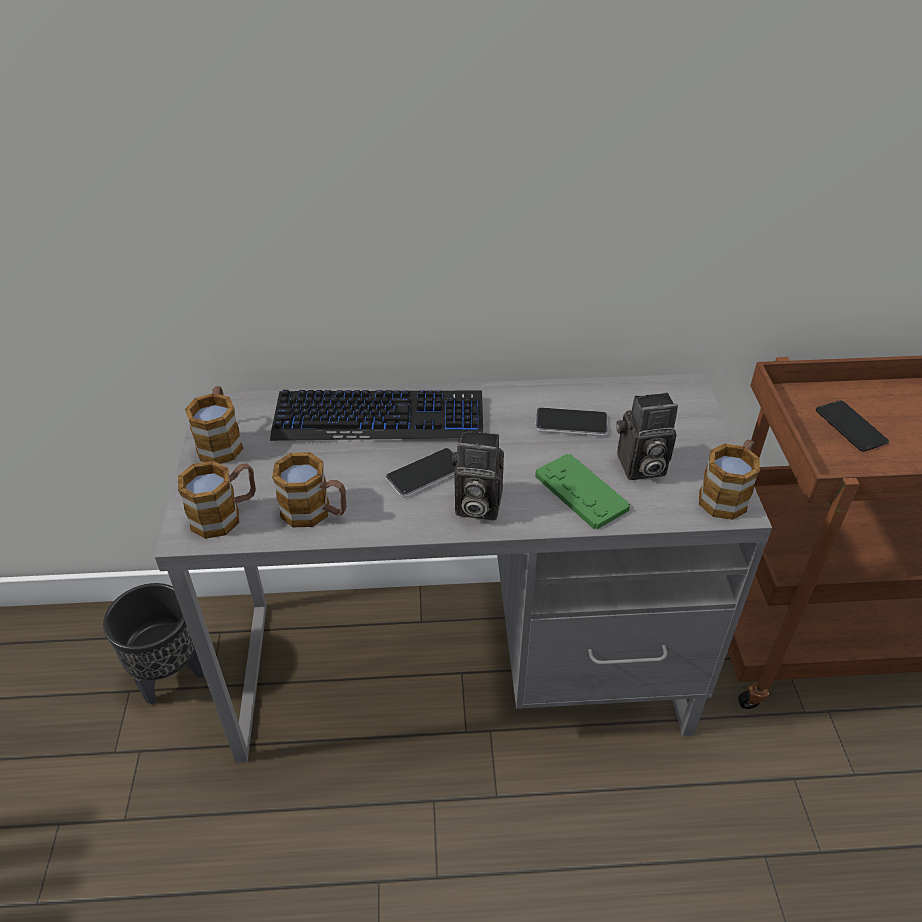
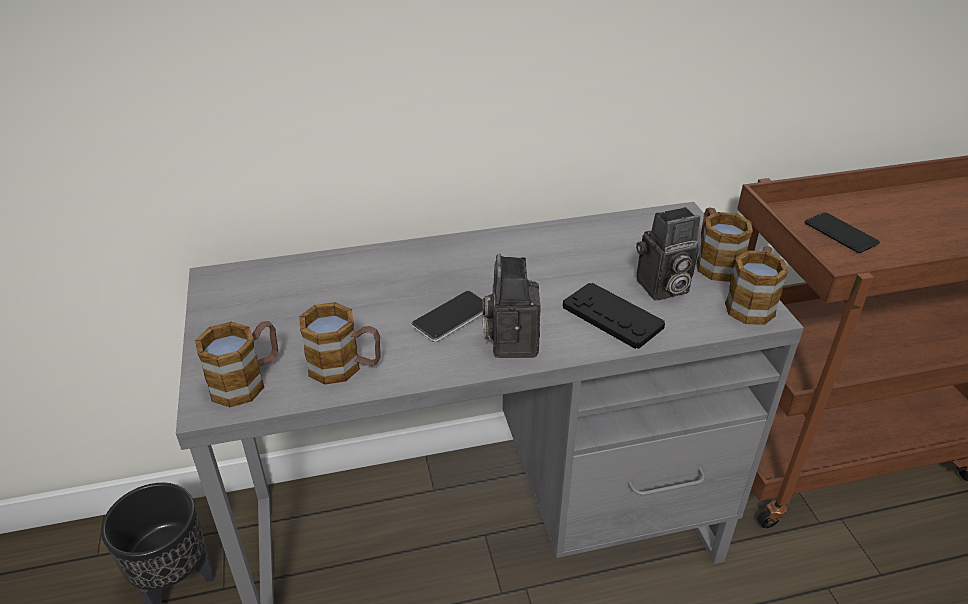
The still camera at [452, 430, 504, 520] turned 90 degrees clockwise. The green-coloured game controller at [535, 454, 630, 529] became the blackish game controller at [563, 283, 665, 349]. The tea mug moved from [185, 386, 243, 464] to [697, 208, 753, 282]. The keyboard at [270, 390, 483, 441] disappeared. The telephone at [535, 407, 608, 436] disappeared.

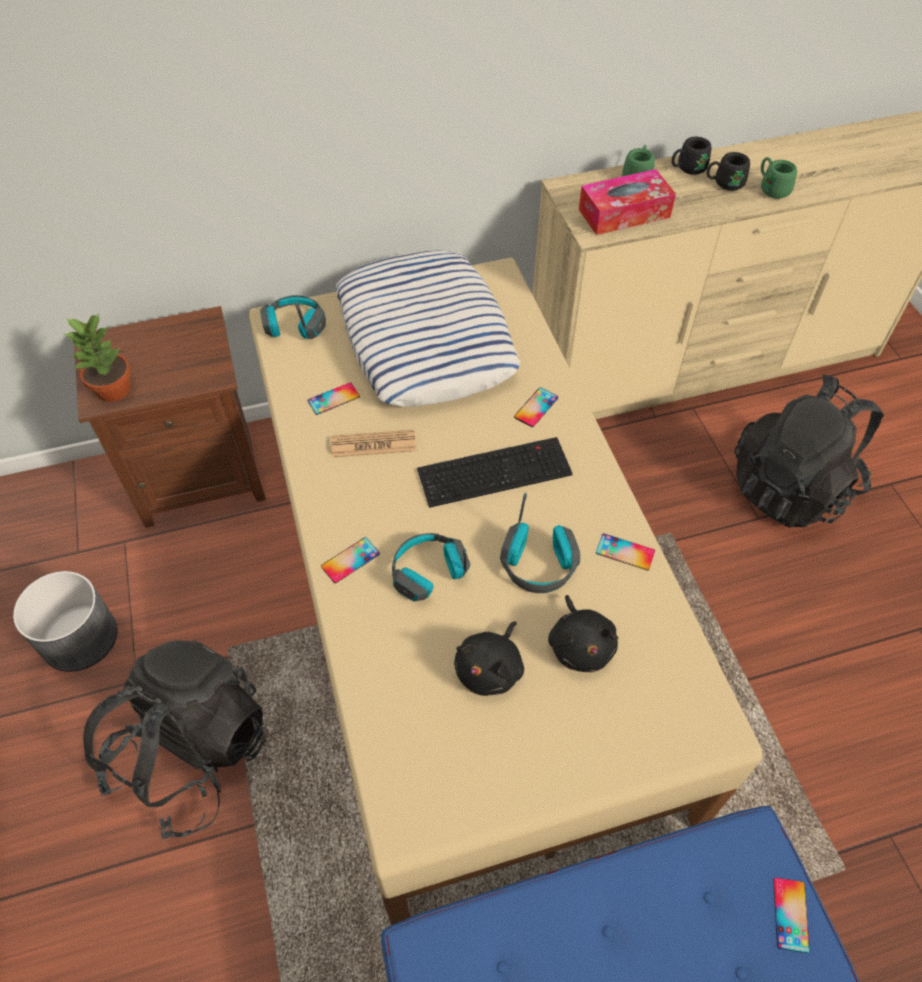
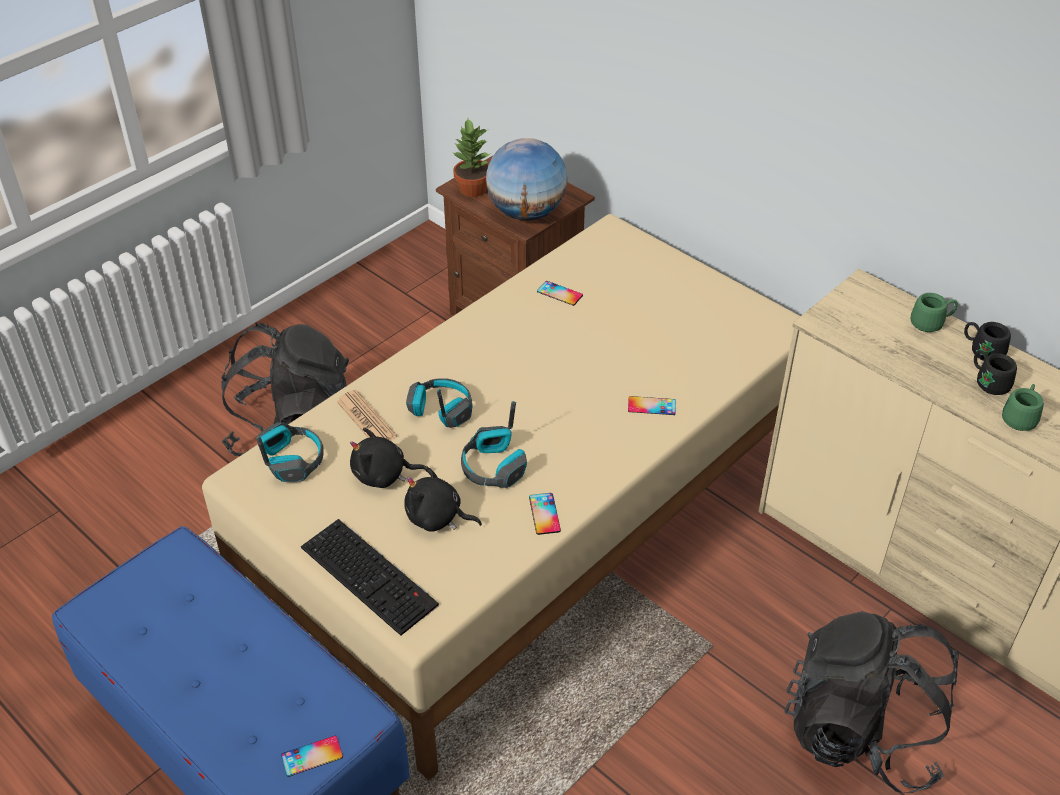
The headphones moved from [260, 295, 326, 339] to [256, 422, 324, 482]. The keyboard moved from [417, 437, 573, 508] to [301, 519, 439, 636]. The printed paper moved from [331, 430, 416, 458] to [336, 390, 397, 441]. The blackish plush toy at [548, 595, 618, 672] turned 60 degrees clockwise. The globe at [486, 138, 568, 221] appeared. The greyish flower pot at [13, 571, 117, 672] disappeared. The telephone at [321, 537, 380, 583] disappeared. The cushion at [336, 250, 520, 407] disappeared. The tissue box at [579, 169, 676, 235] disappeared.

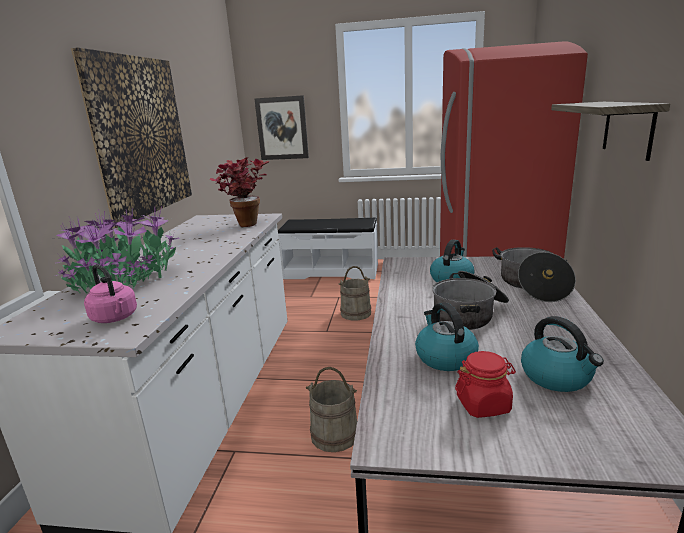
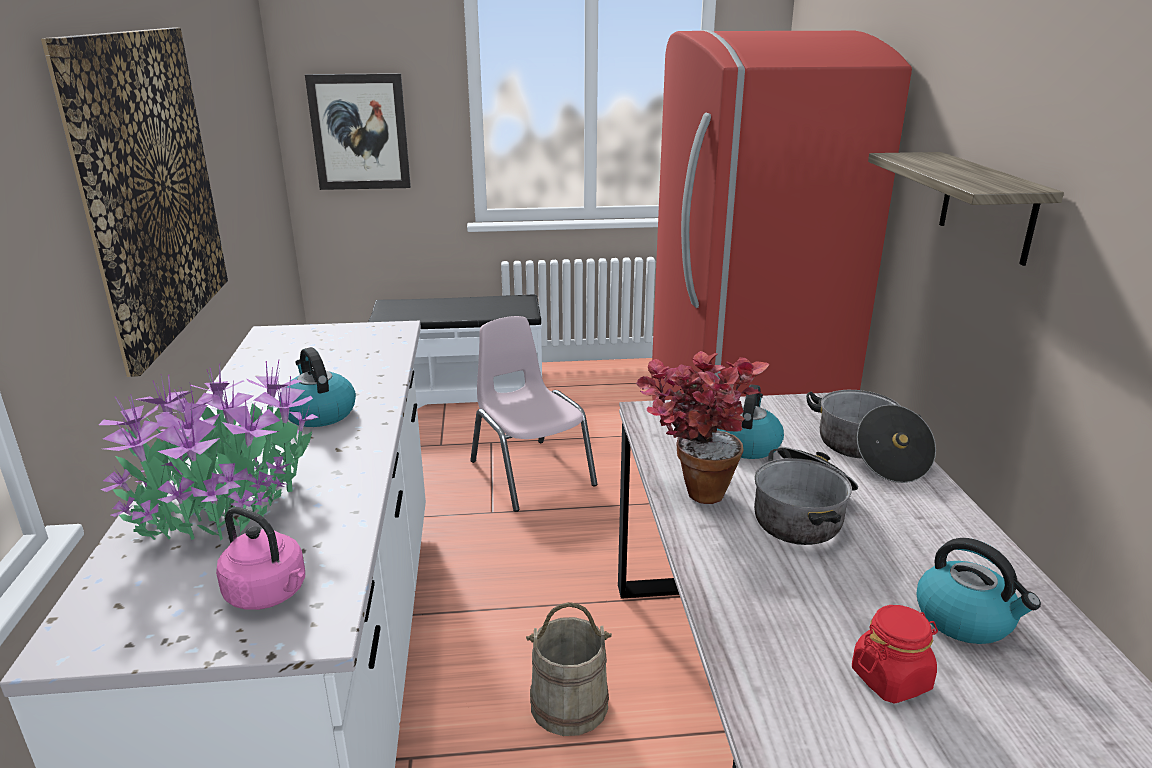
The water kettle moved from [415, 302, 479, 371] to [280, 347, 356, 427]. The beige-coloured water bucket at [338, 266, 371, 320] was replaced by the pink-coloured chair at [470, 316, 598, 512]. The potted plant moved from [209, 157, 269, 227] to [636, 351, 770, 504].

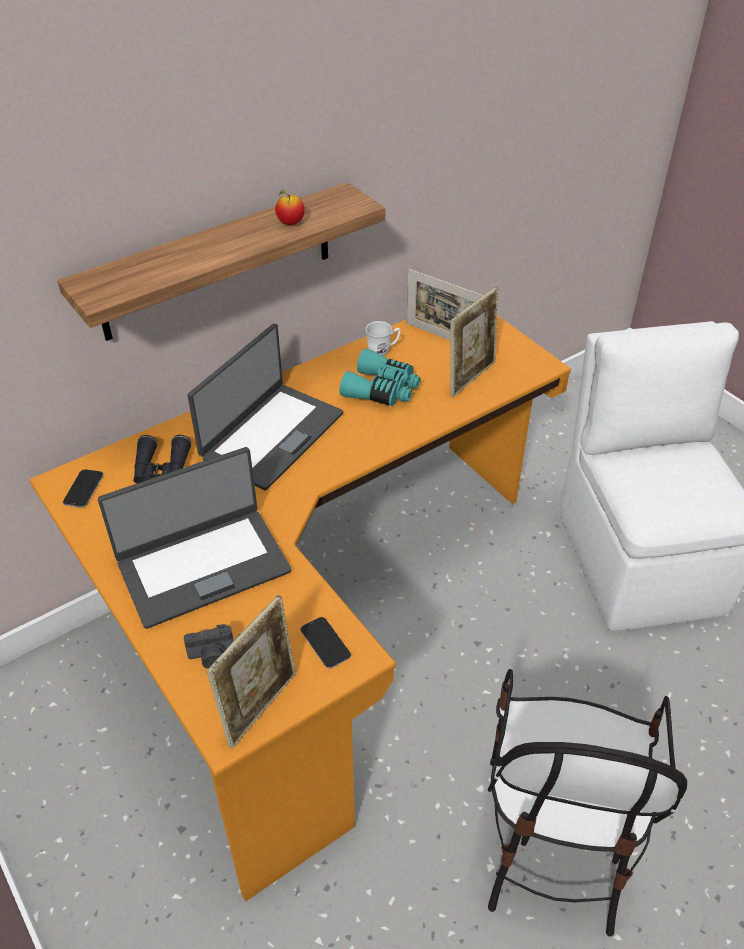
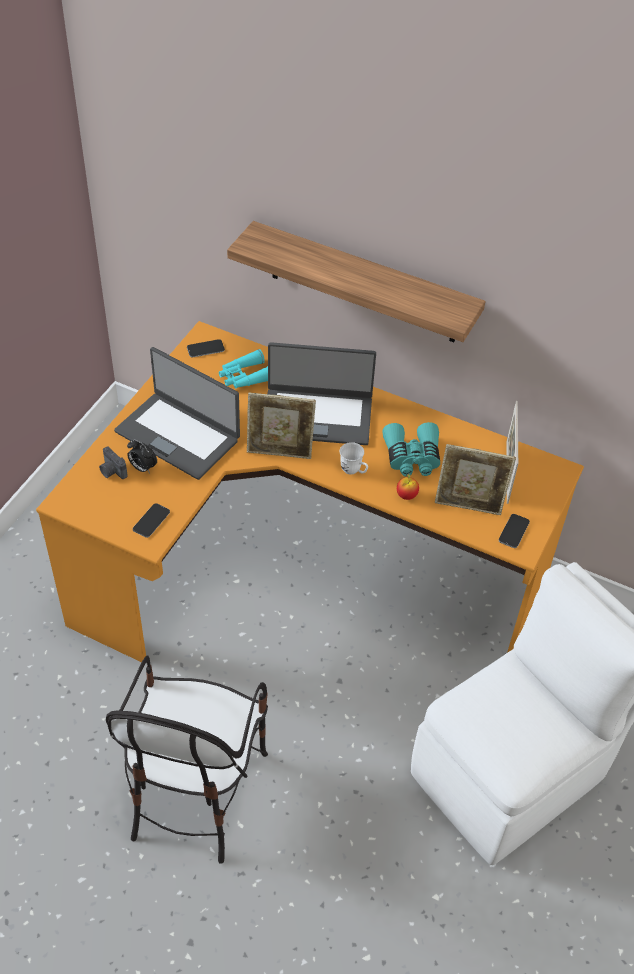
The chair at [487, 669, 687, 937] turned 60 degrees counterclockwise. The bedside clock at [127, 439, 157, 473] appeared. The blackish binoculars at [133, 435, 191, 483] became the blue-green binoculars at [219, 349, 268, 388]. The standing frame moved from [207, 595, 296, 749] to [247, 393, 316, 459]. The white-coloured tea mug moved from [365, 321, 401, 356] to [340, 442, 368, 474]. The apple moved from [275, 190, 305, 225] to [397, 474, 419, 500]. The telephone at [499, 514, 530, 548] appeared.

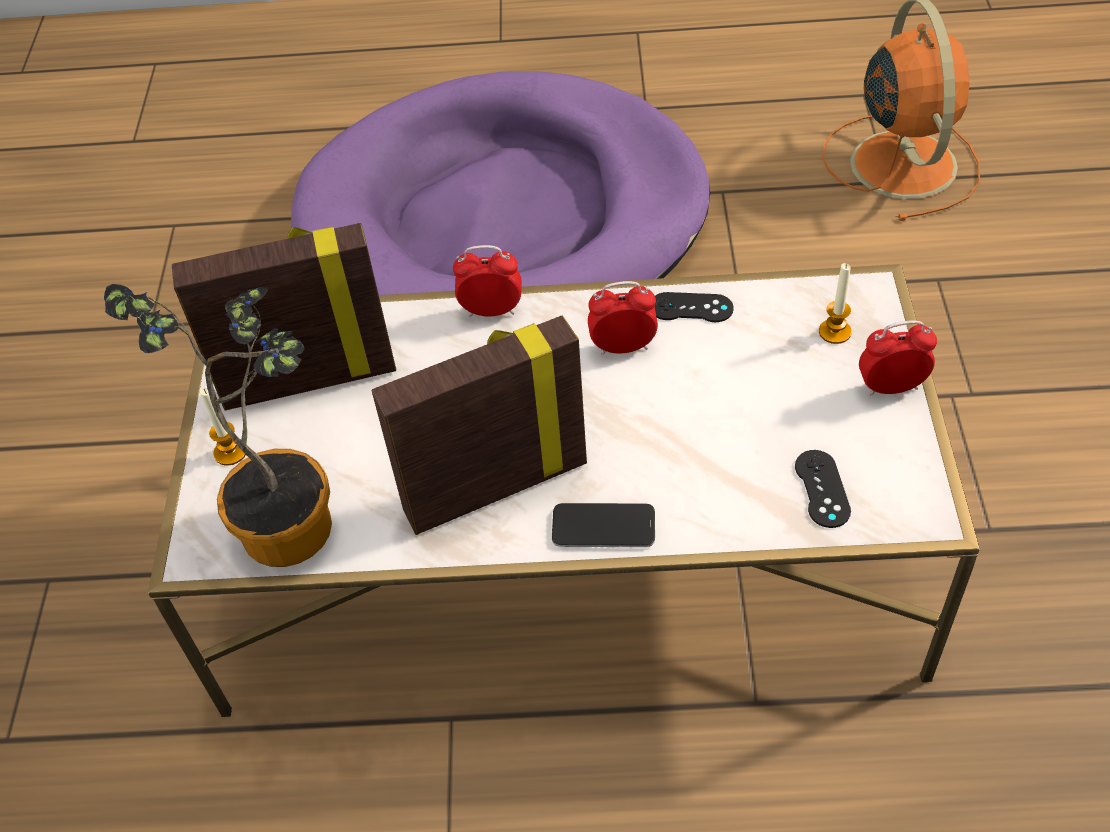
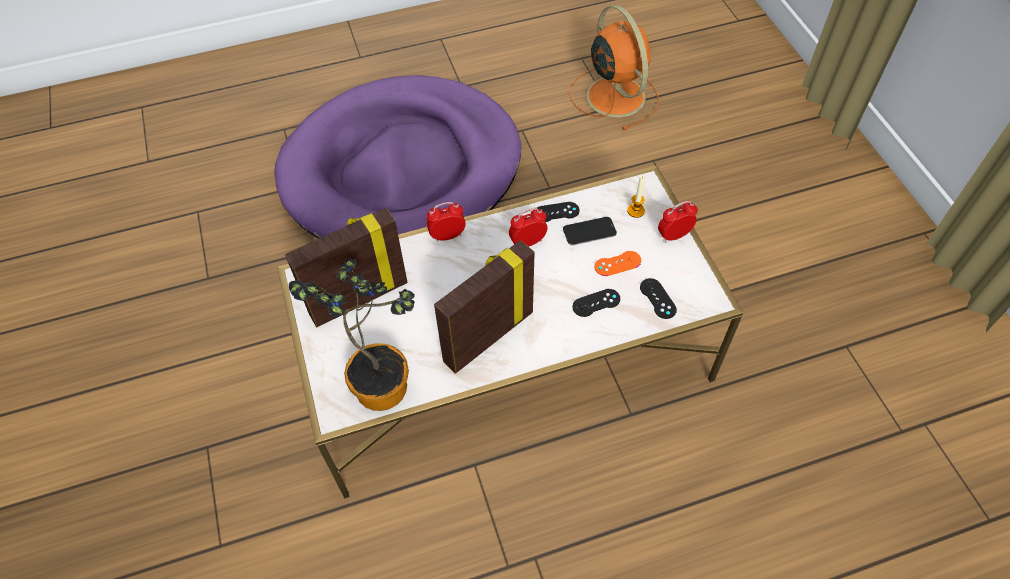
The telephone moved from [552, 503, 655, 547] to [563, 217, 617, 245]. The blackish game controller at [573, 289, 620, 317] appeared. The orange game controller at [594, 251, 641, 276] appeared. The wax candle at [200, 387, 246, 466] disappeared.

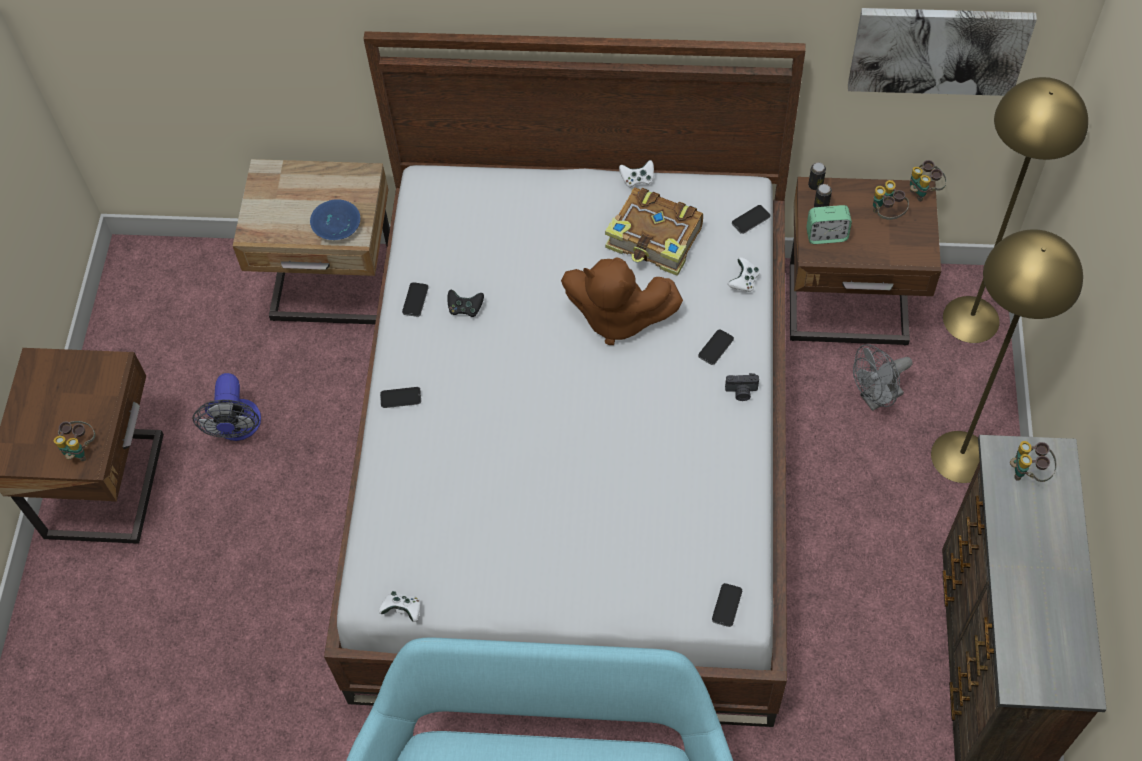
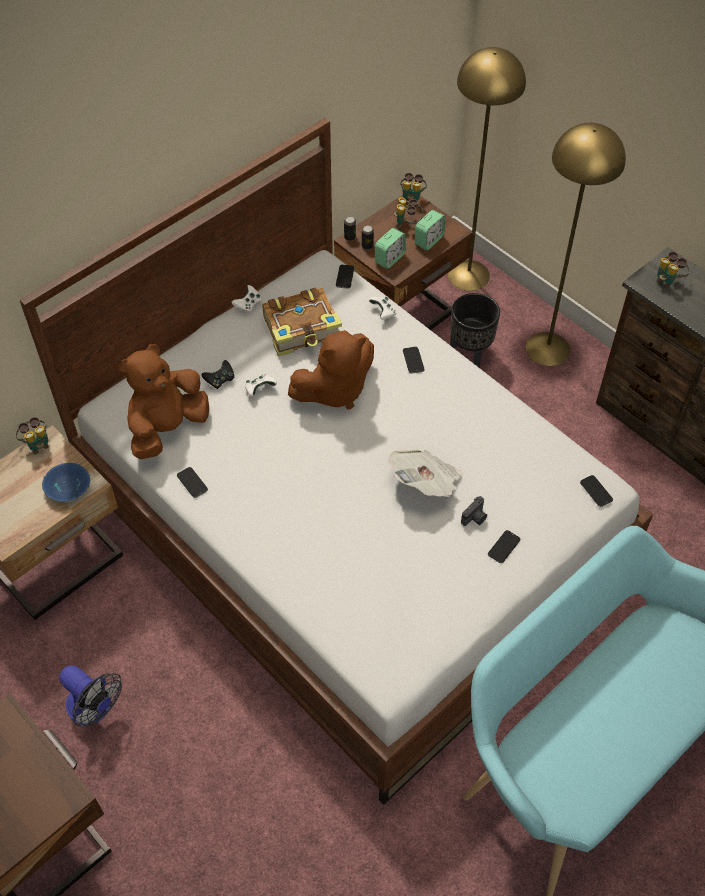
The binoculars moved from [54, 421, 95, 461] to [15, 417, 49, 454]. The brownish plush toy at [119, 344, 209, 459] appeared. The blackish game controller moved from [447, 290, 484, 317] to [202, 360, 234, 389]. The white-coloured game controller moved from [379, 591, 420, 622] to [245, 374, 277, 397]. The printed paper at [388, 450, 463, 497] appeared. The bedside clock at [415, 210, 445, 251] appeared. The greyish cooling fan at [853, 344, 913, 411] was replaced by the blackish flower pot at [450, 293, 500, 368]. The still camera moved from [725, 373, 759, 401] to [461, 496, 487, 526]. The telephone moved from [380, 387, 421, 408] to [488, 530, 520, 563]. The wall picture at [848, 8, 1037, 96] disappeared.

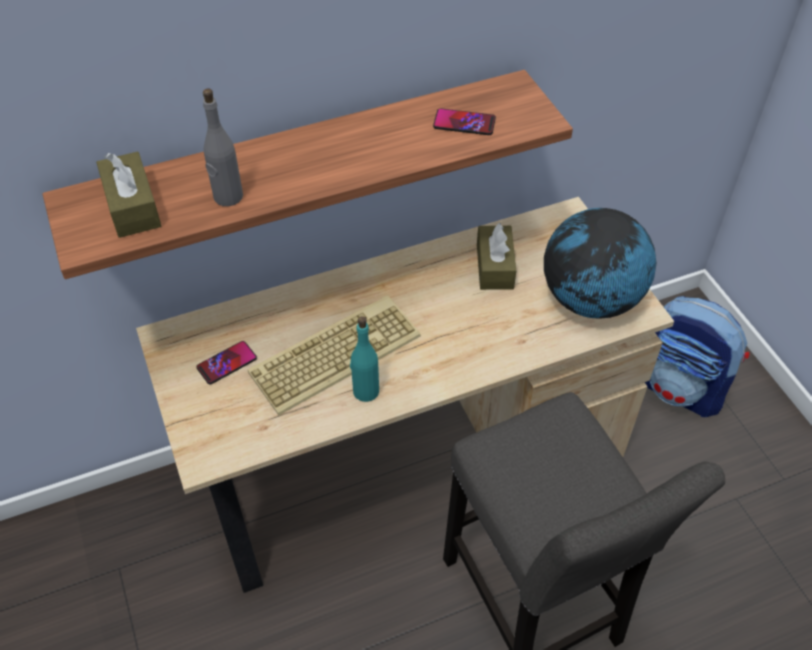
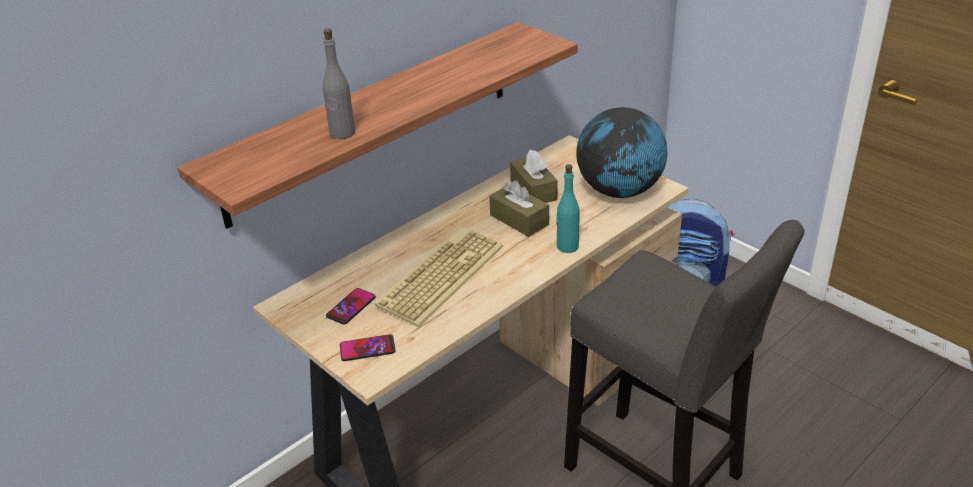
The telephone moved from [433, 108, 496, 135] to [340, 334, 396, 361]. The brownish tissue box moved from [96, 151, 161, 238] to [489, 180, 549, 237]. The blue-green bottle moved from [350, 316, 379, 402] to [556, 164, 580, 253].

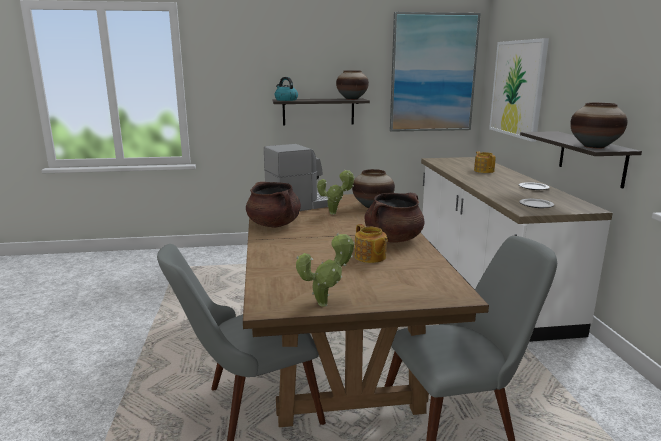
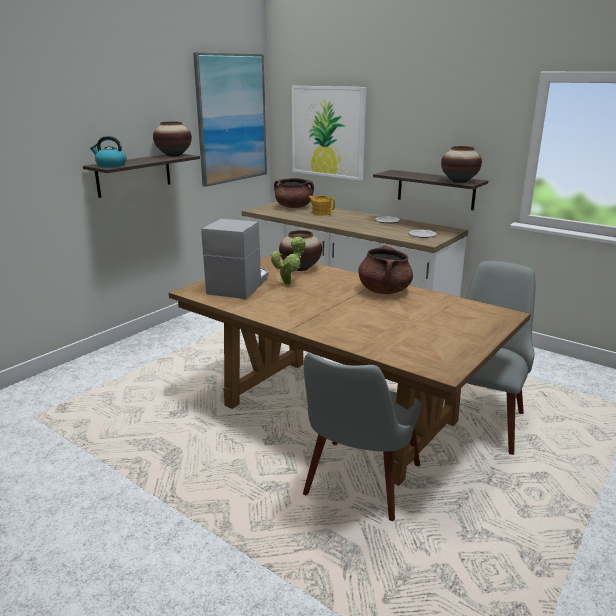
The brownish cooking pot moved from [246, 182, 301, 228] to [274, 178, 314, 208]. The potted plant at [296, 233, 354, 306] disappeared. The tea pot at [355, 224, 388, 263] disappeared.

